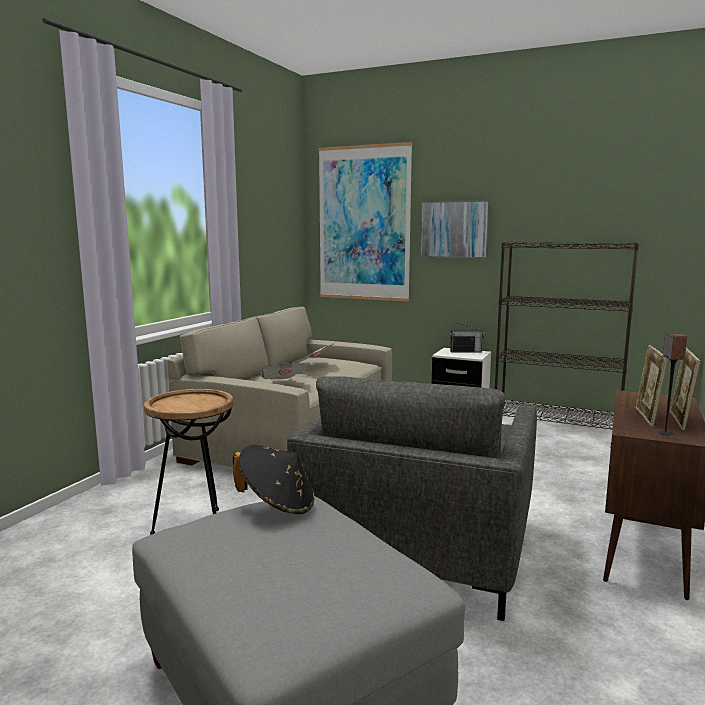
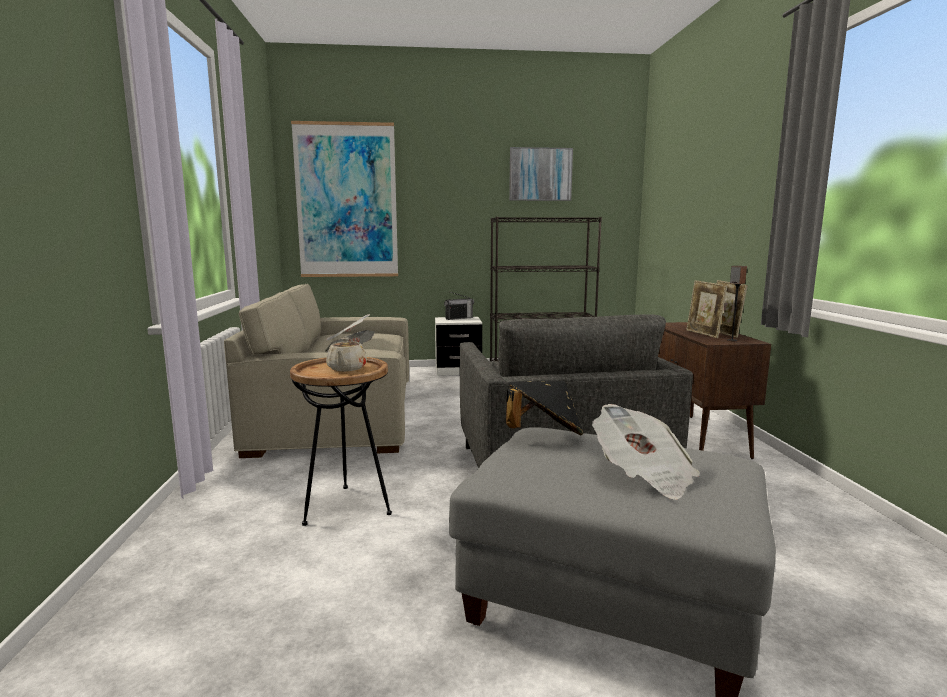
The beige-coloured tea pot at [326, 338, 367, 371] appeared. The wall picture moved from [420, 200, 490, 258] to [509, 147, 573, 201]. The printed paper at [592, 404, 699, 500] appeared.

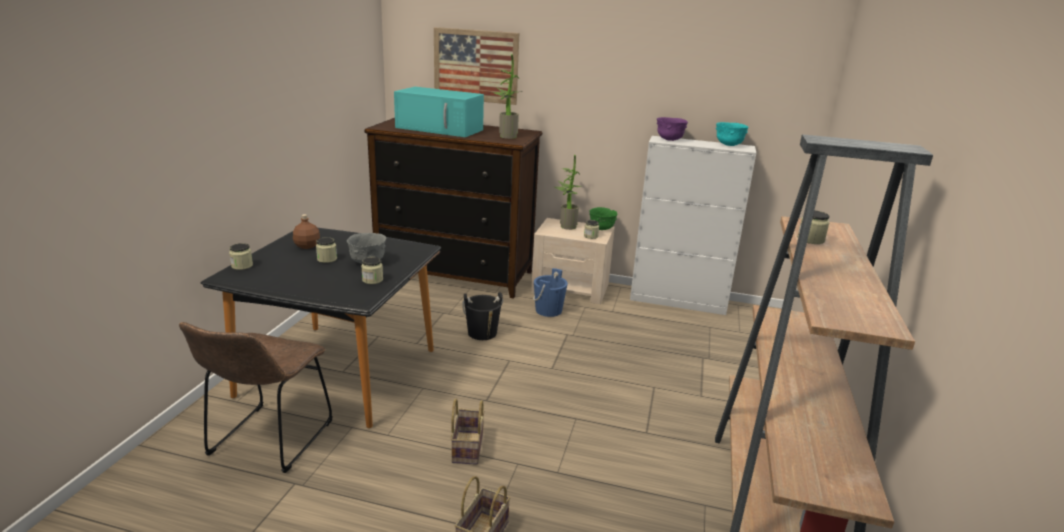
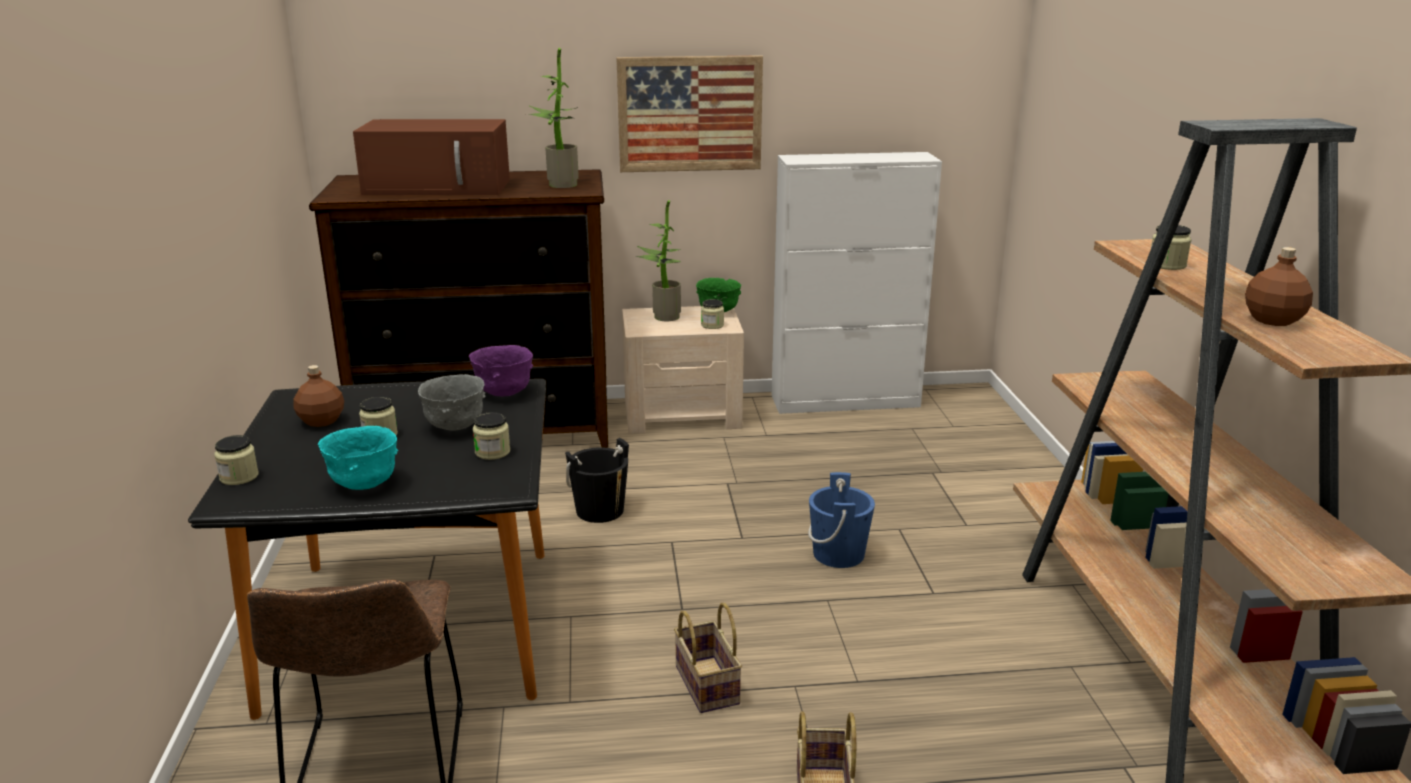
The blue-green serving bowl moved from [715, 122, 749, 146] to [318, 426, 398, 490]. The blue-green microwave oven at [394, 87, 484, 137] became the brownish microwave oven at [353, 119, 510, 195]. The purplish serving bowl moved from [657, 117, 688, 141] to [469, 345, 533, 397]. The wall picture moved from [434, 27, 519, 105] to [616, 55, 763, 172]. The blue water bucket moved from [533, 268, 568, 317] to [808, 472, 875, 568]. The brownish bottle at [1245, 247, 1313, 326] appeared.

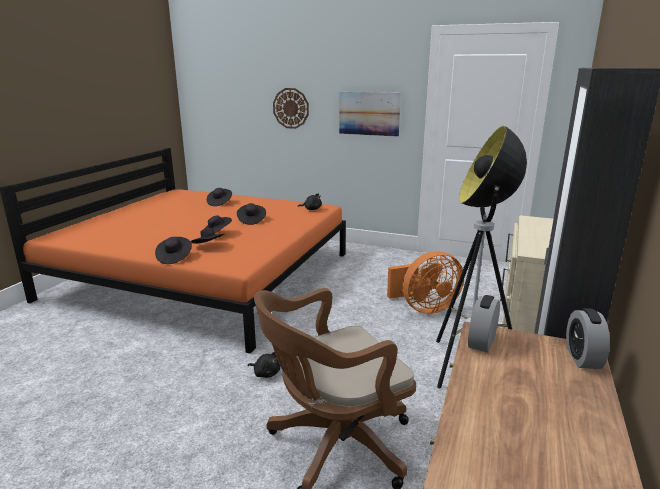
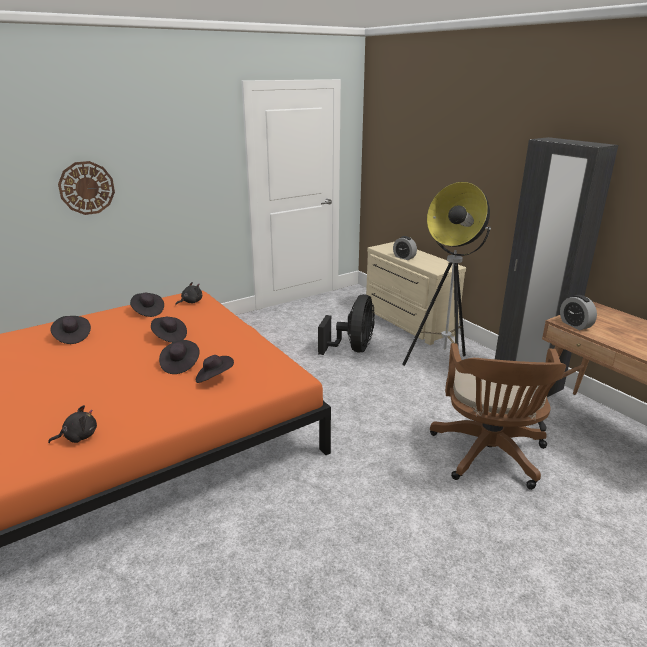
The blackish plush toy moved from [248, 352, 281, 378] to [48, 405, 97, 443]. The blackish clothing hat moved from [155, 237, 192, 264] to [130, 293, 164, 317]. The orange cooling fan at [387, 251, 464, 314] became the blackish cooling fan at [318, 294, 375, 355]. The bedside clock moved from [566, 308, 610, 369] to [393, 236, 417, 260]. The wall picture at [339, 92, 401, 137] disappeared.

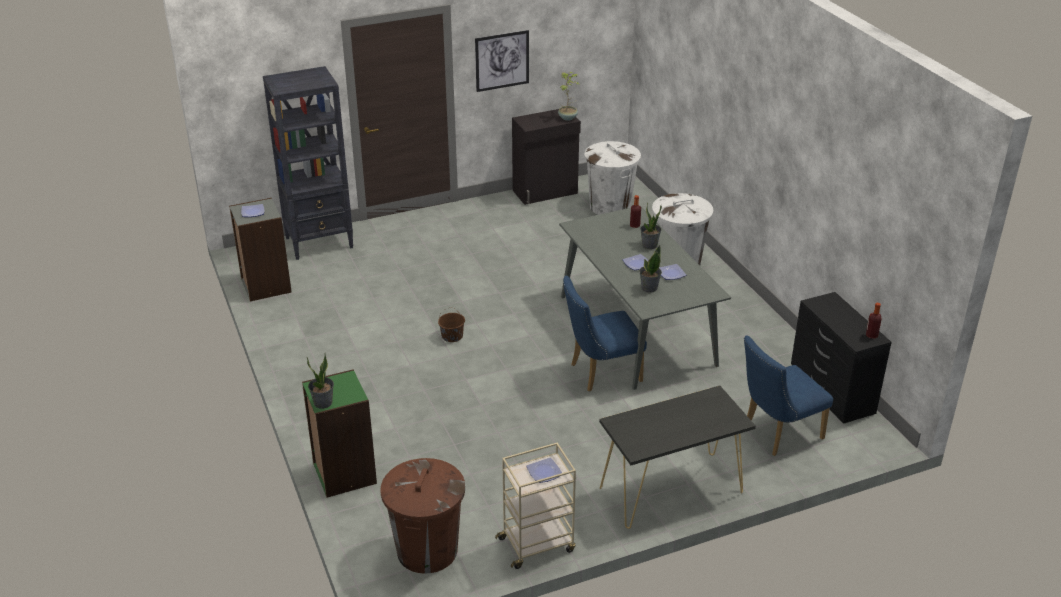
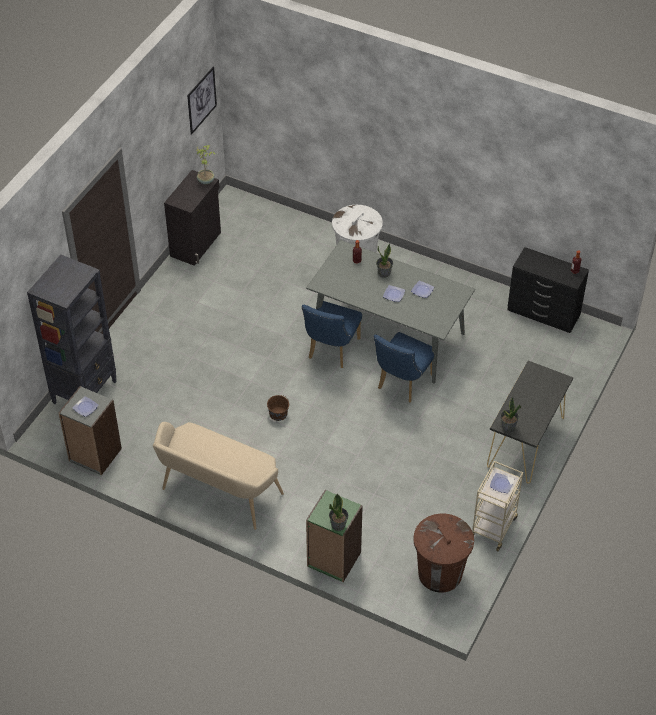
The beige-coloured long seat at [153, 422, 284, 530] appeared. The wall picture moved from [475, 30, 529, 92] to [187, 66, 217, 135]. The blue chair moved from [744, 335, 833, 456] to [302, 301, 362, 368]. The potted plant moved from [639, 245, 662, 293] to [501, 397, 521, 432]. The white-coloured waste bin at [584, 141, 641, 215] disappeared.

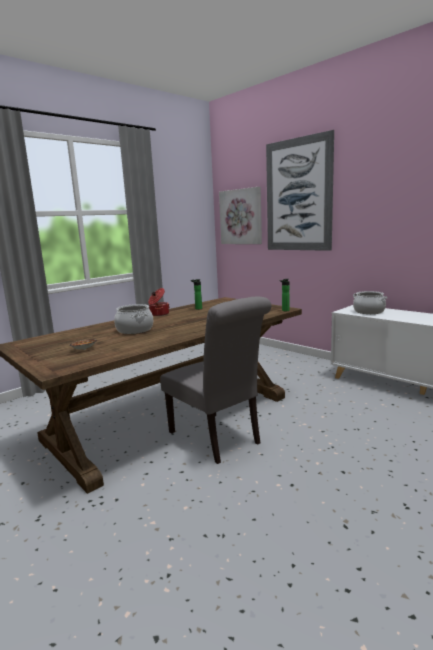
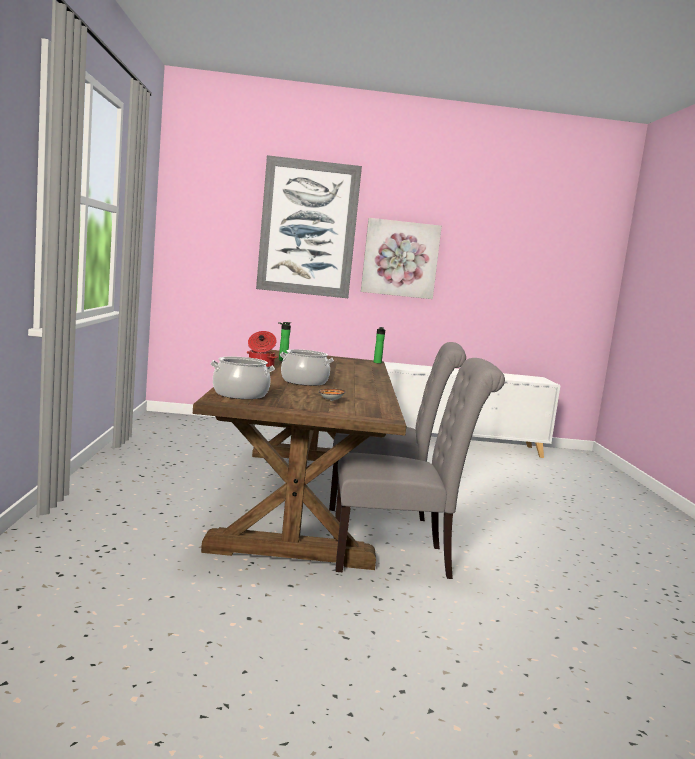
The cooking pot moved from [353, 291, 387, 314] to [210, 357, 275, 399]. The greyish chair at [333, 358, 505, 579] appeared. The wall picture moved from [219, 187, 262, 244] to [361, 218, 442, 299].

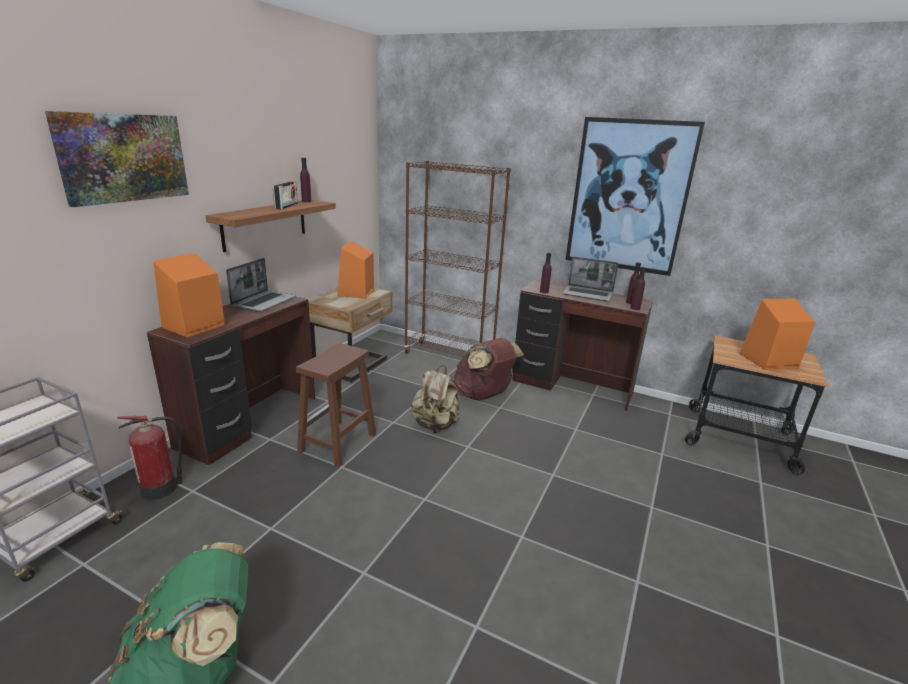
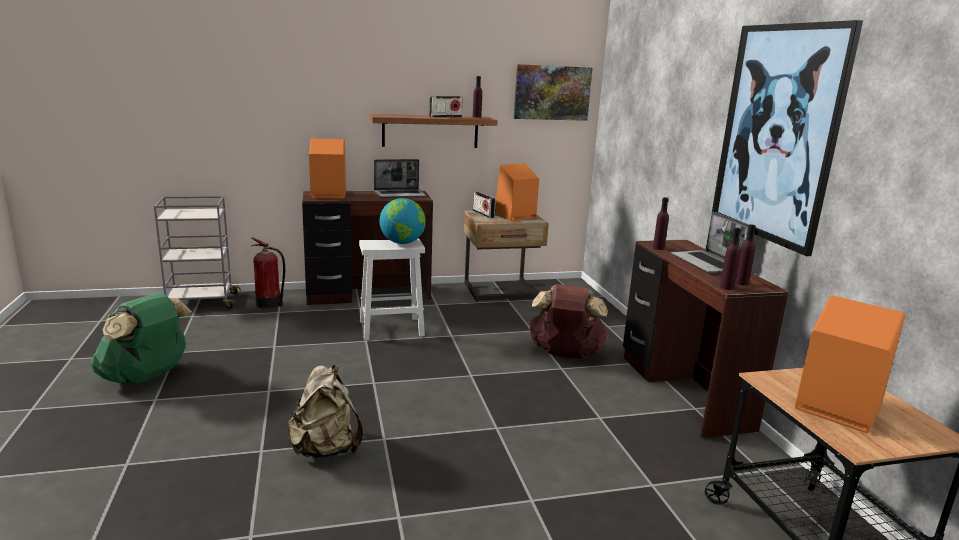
The beige-coloured backpack moved from [411, 365, 460, 433] to [288, 365, 363, 458]. The brownish stool seat at [296, 343, 376, 467] became the white-coloured stool seat at [359, 239, 425, 340]. The globe at [379, 198, 426, 244] appeared. The radio receiver at [473, 192, 496, 218] appeared. The wall picture moved from [45, 111, 189, 207] to [514, 64, 592, 121]. The brownish bookshelf at [404, 161, 511, 357] disappeared.

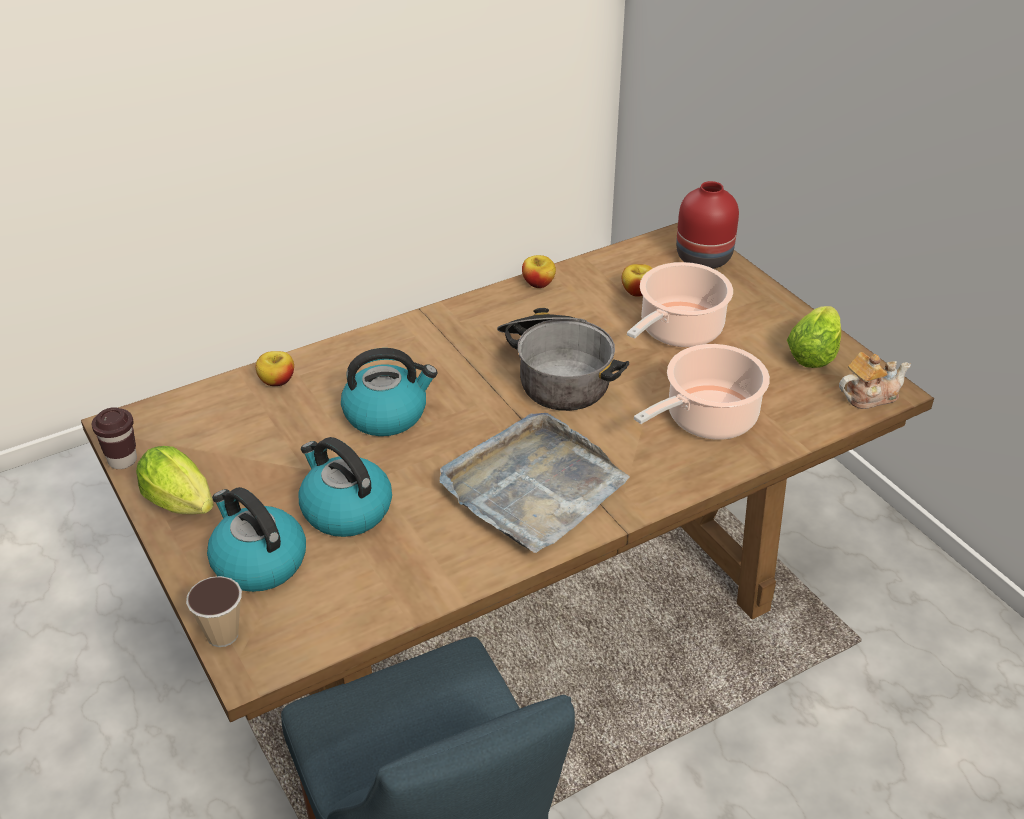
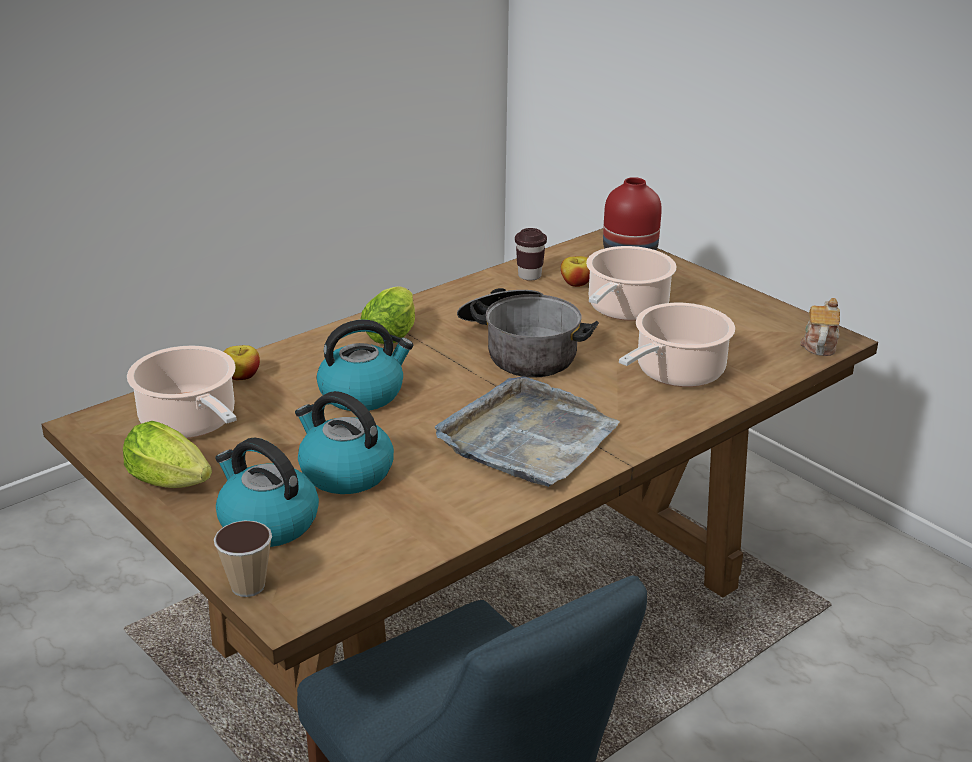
The cooking pot at [127, 346, 237, 438] appeared. The head of lettuce moved from [787, 306, 841, 368] to [360, 286, 415, 344]. The brownish cup moved from [91, 407, 137, 469] to [515, 228, 547, 281]. The tea pot at [839, 352, 911, 409] turned 45 degrees counterclockwise. The apple at [522, 255, 556, 288] disappeared.

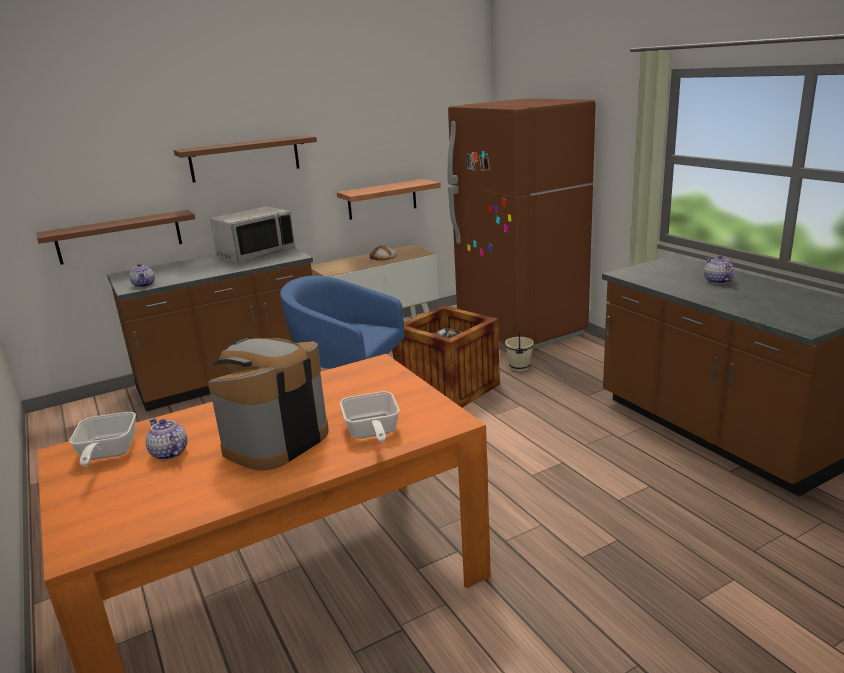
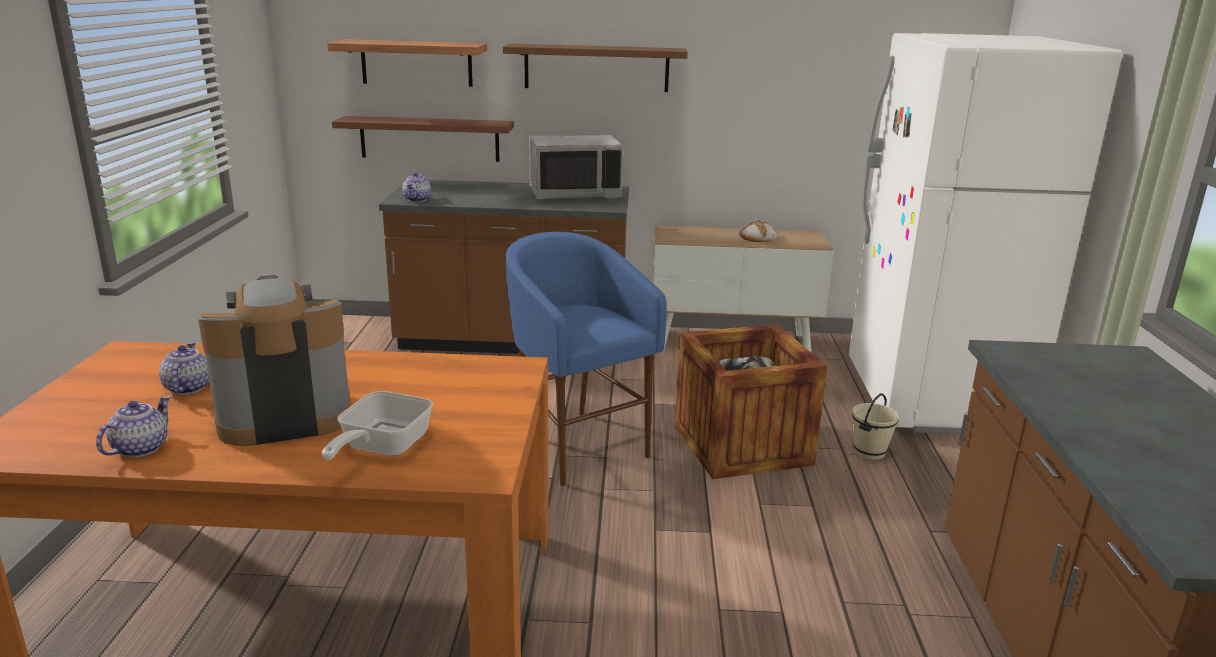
The tea pot moved from [704, 255, 734, 284] to [96, 396, 171, 457]. The wall shelf moved from [337, 179, 441, 220] to [327, 39, 487, 87]. The brownish refrigerator at [448, 99, 596, 349] became the white-coloured refrigerator at [849, 33, 1122, 434]. The frying pan at [69, 412, 136, 467] disappeared.

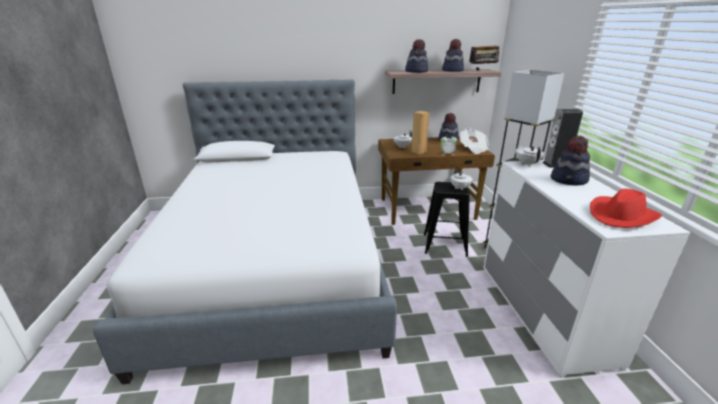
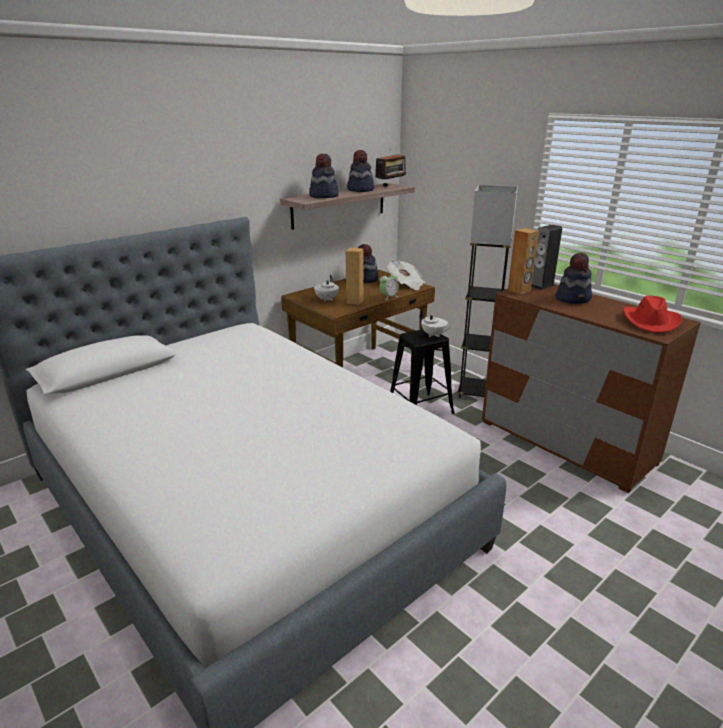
The white-coloured dresser at [483, 160, 690, 378] became the brownish dresser at [482, 284, 701, 493]. The white-coloured tea pot at [516, 145, 544, 166] was replaced by the brownish speaker at [508, 228, 539, 294].

